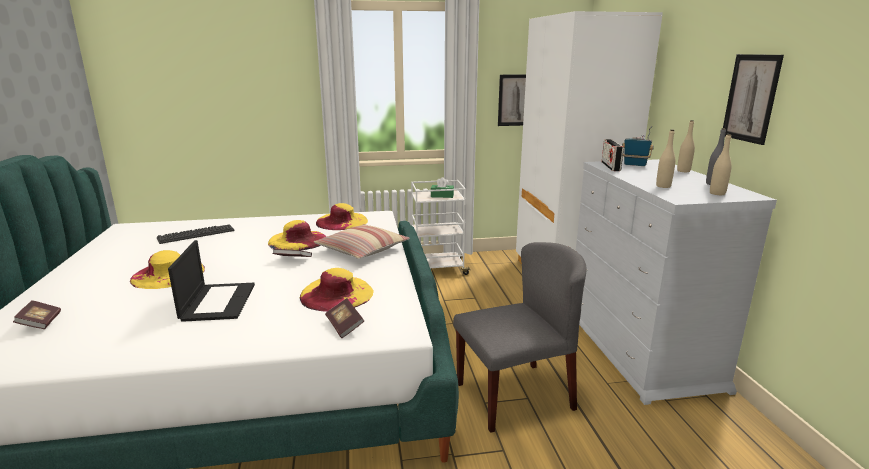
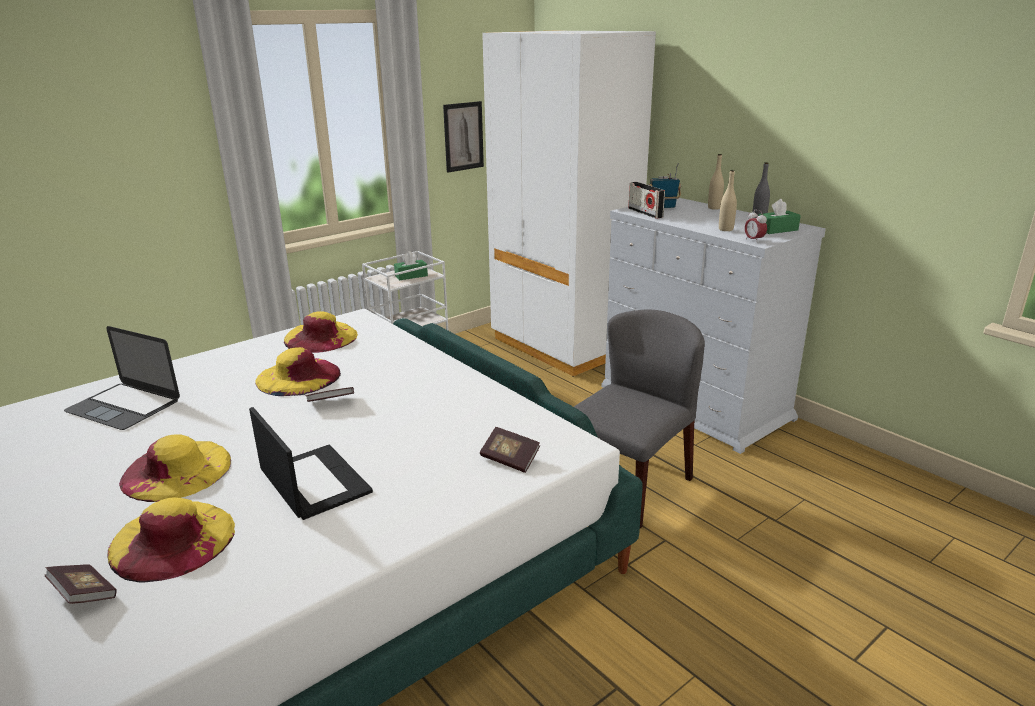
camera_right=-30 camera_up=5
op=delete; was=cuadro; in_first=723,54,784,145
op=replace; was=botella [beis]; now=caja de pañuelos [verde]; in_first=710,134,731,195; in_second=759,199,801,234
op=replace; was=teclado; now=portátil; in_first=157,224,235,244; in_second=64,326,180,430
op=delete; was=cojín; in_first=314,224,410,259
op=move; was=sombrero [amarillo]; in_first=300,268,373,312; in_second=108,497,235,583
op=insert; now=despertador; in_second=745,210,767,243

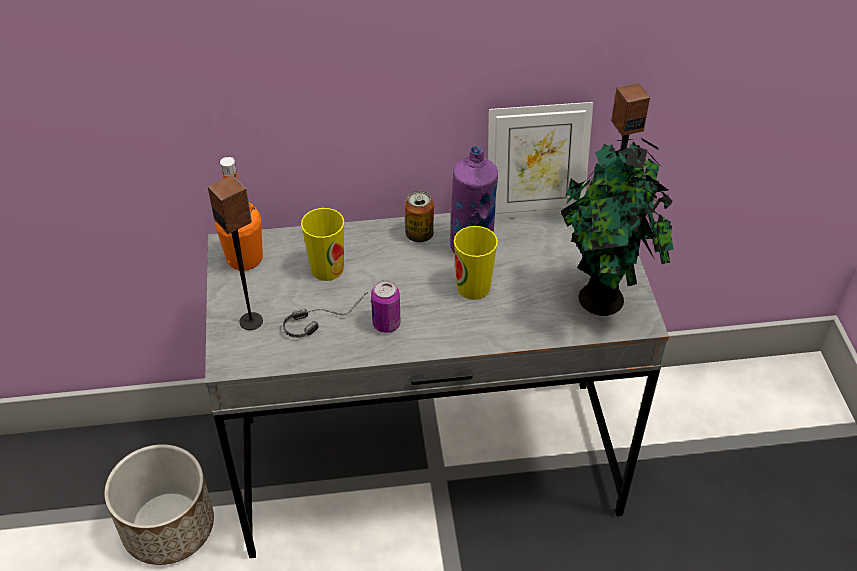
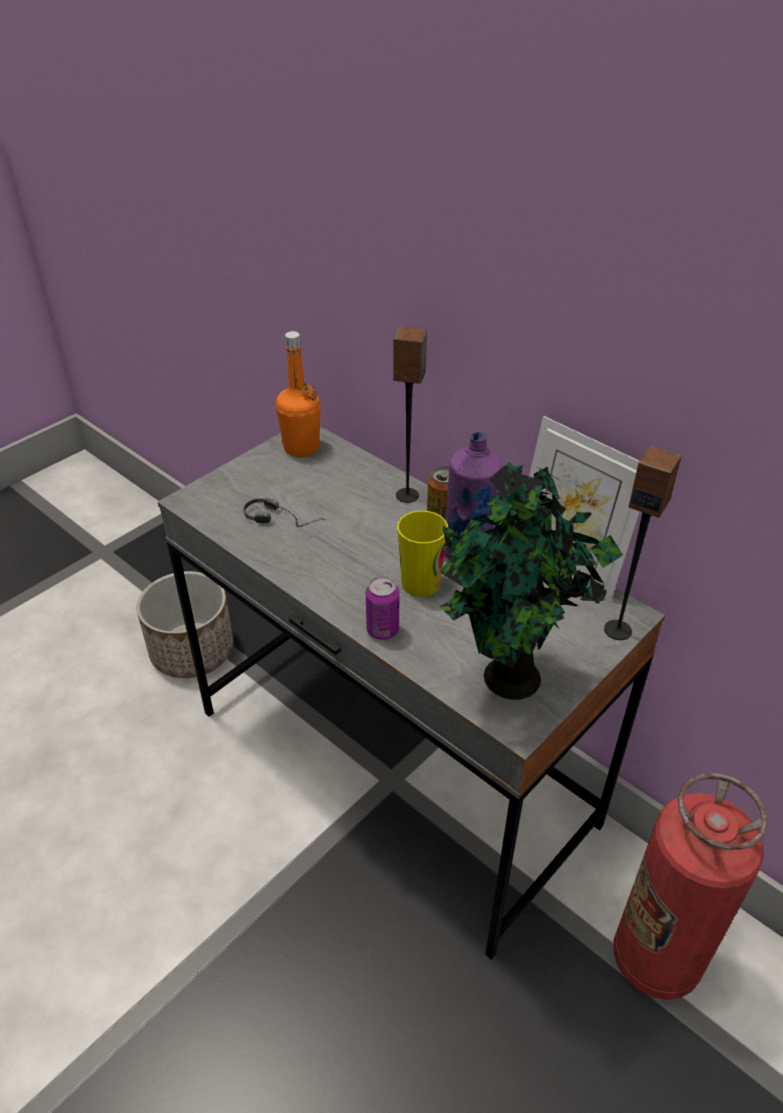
camera_right=50 camera_up=-5
op=move; was=altavoz; in_first=208,175,263,330; in_second=393,327,427,503
op=delete; was=taza; in_first=301,208,344,281
op=move; was=lata; in_first=371,280,401,333; in_second=366,576,399,640
op=insert; now=extintor; in_second=614,773,768,1000

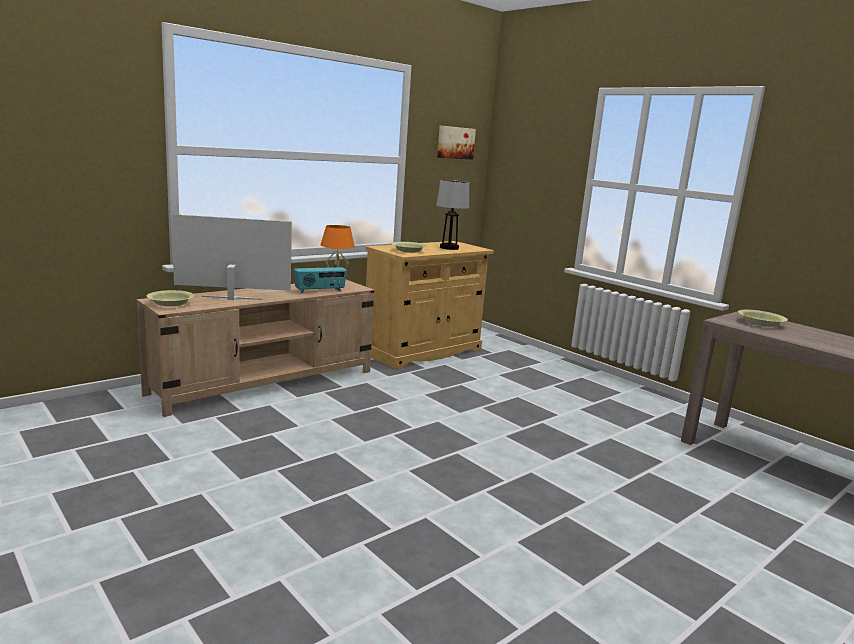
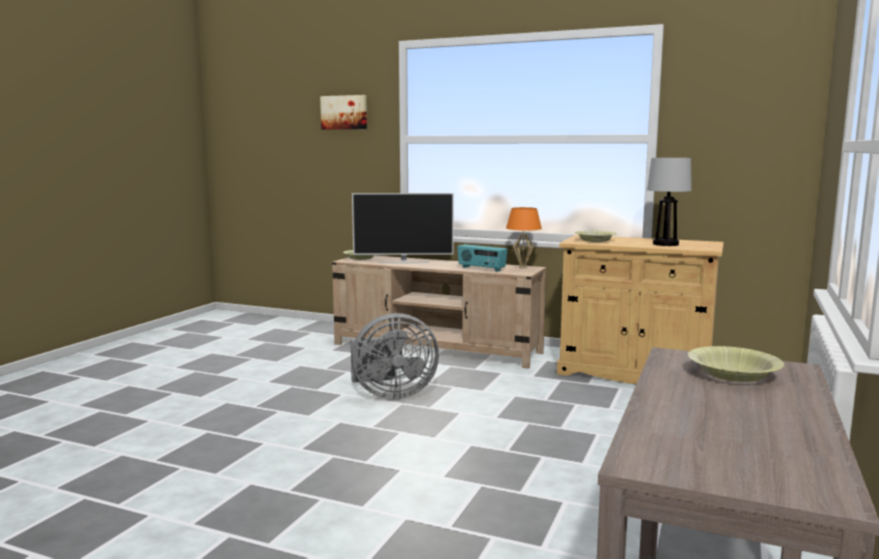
camera_right=65 camera_up=-5
op=move; was=cuadro; in_first=437,126,476,160; in_second=320,95,367,130
op=rotate; was=televisor; in_first=172,214,292,300; in_second=352,193,454,263; clockwise=120
op=insert; now=ventilador [gris]; in_second=351,313,439,400

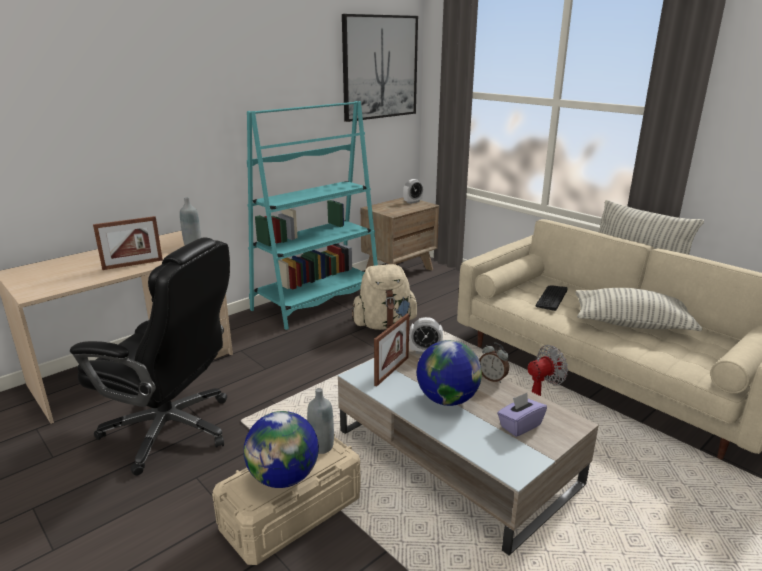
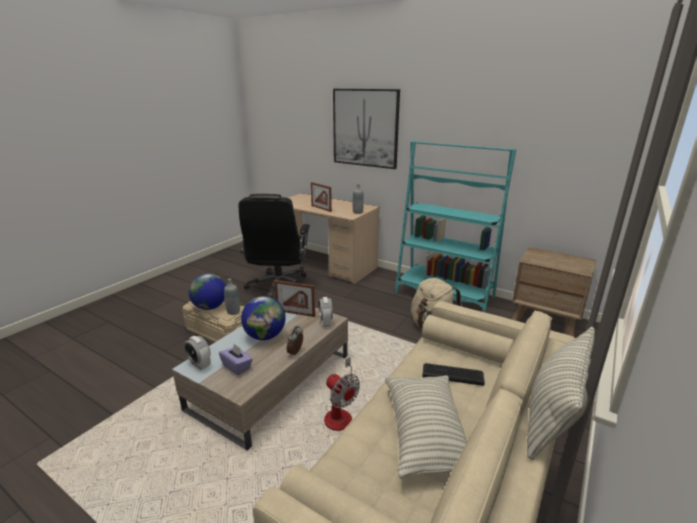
camera_right=75 camera_up=0
op=move; was=cuadro; in_first=342,14,418,122; in_second=333,89,400,169
op=move; was=despertador; in_first=403,179,423,204; in_second=184,336,211,370

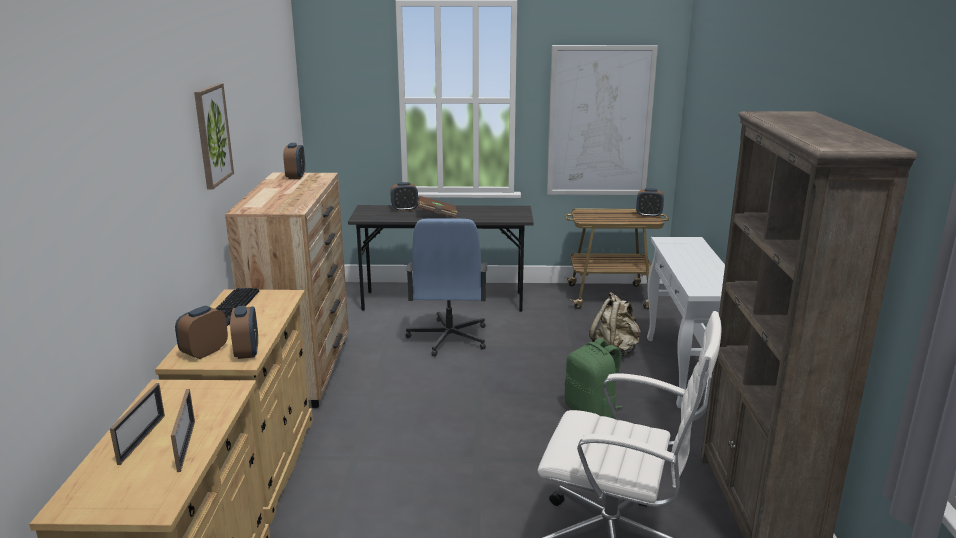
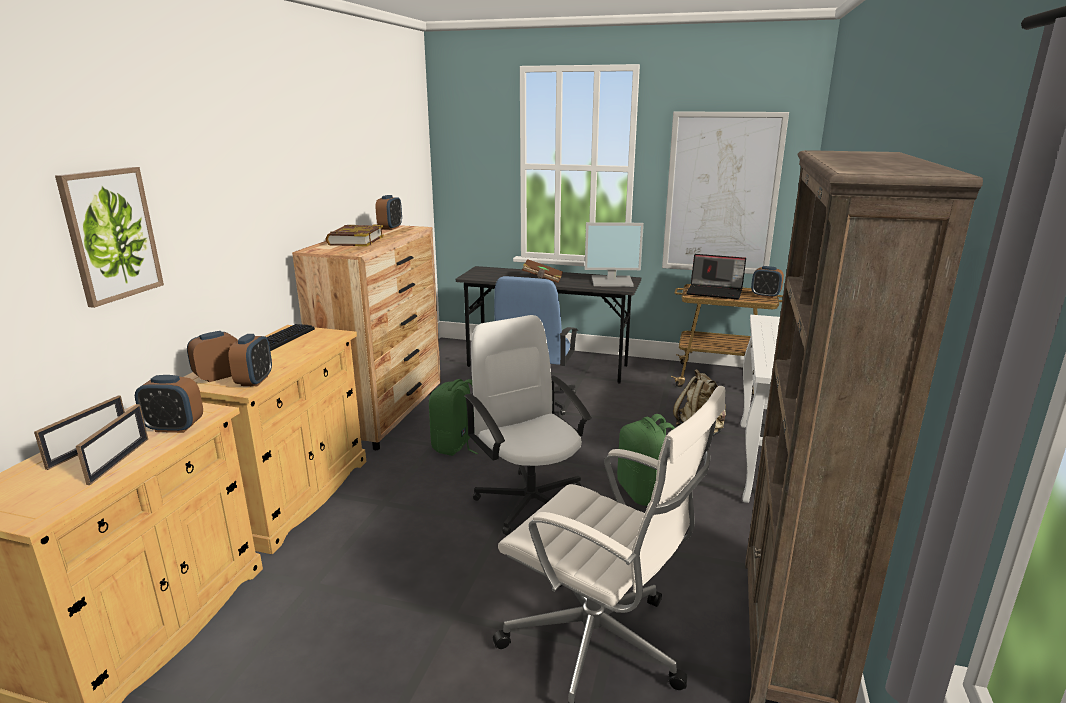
camera_right=15 camera_up=0
op=move; was=cuadro; in_first=194,83,234,190; in_second=55,167,164,308
op=move; was=despertador; in_first=390,182,418,212; in_second=135,375,203,433
op=insert; now=monitor; in_second=585,222,644,287
op=insert; now=libro; in_second=326,225,384,246
op=insert; now=portátil; in_second=686,254,746,299
op=insert; now=silla de oficina [blanco]; in_second=464,315,592,535
op=insert; now=mochila [verde]; in_second=429,379,478,456

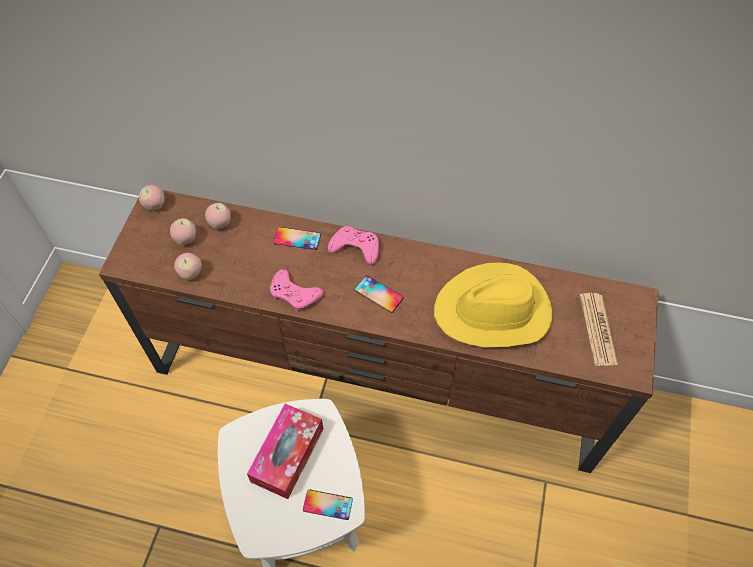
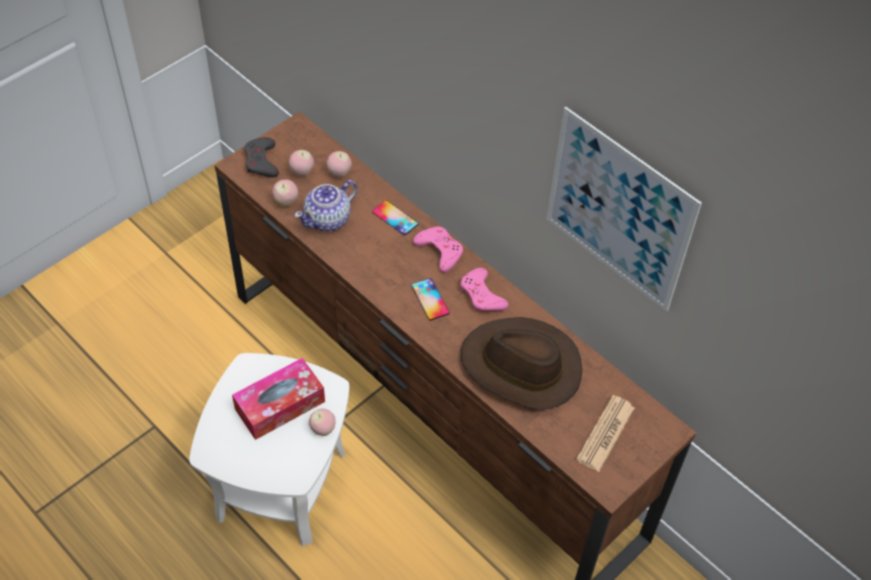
camera_right=30 camera_up=-5
op=move; was=manzana; in_first=139,185,165,211; in_second=309,409,336,436
op=recolor; was=sombrero [amarillo]; now=sombrero [marrón]; in_first=434,262,552,347; in_second=461,317,582,410
op=move; was=mando de consola [rosa]; in_first=270,269,324,312; in_second=461,268,508,311
op=delete; was=móvil; in_first=303,489,353,520
op=insert; now=cuadro; in_second=547,107,702,311
op=insert; now=mando de consola [gris]; in_second=244,137,279,177
op=insert; now=tetera; in_second=294,180,358,232

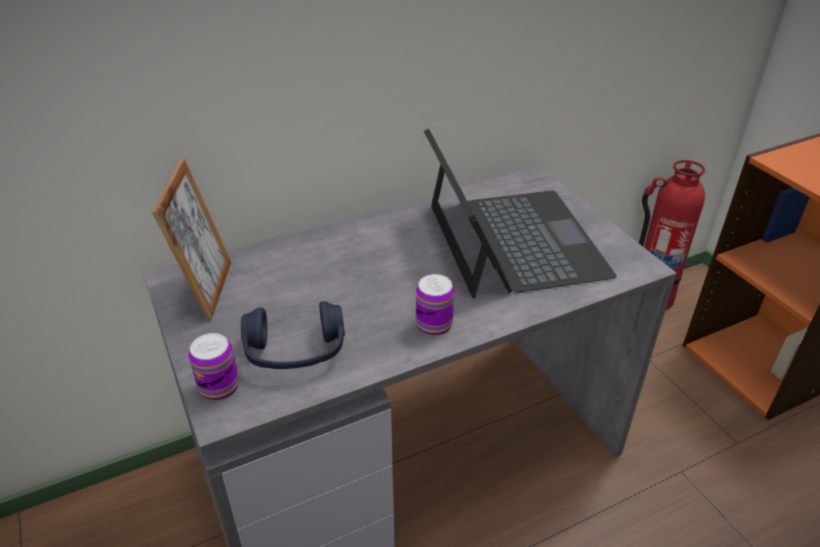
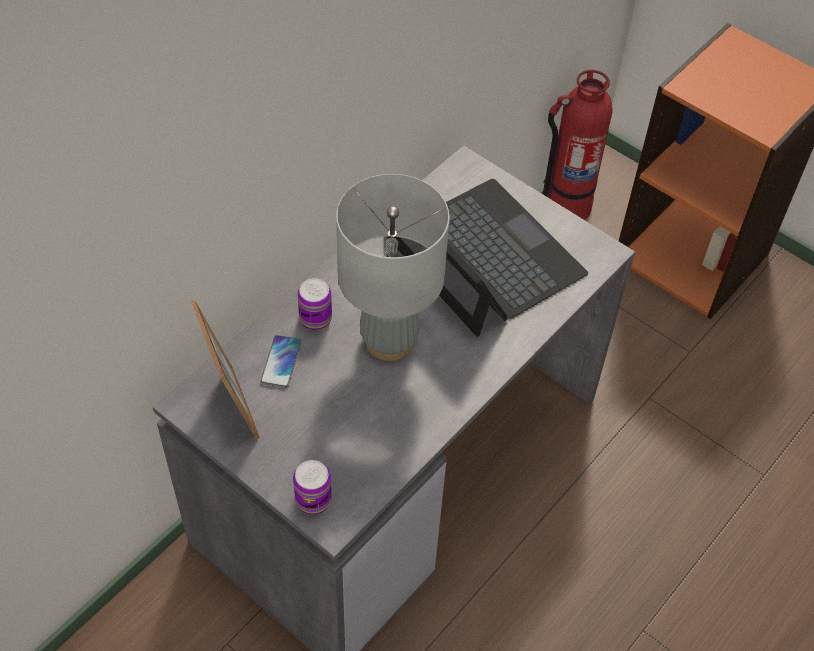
camera_right=-25 camera_up=15
op=move; was=lata; in_first=416,274,454,336; in_second=298,278,332,330
op=delete; was=auriculares [azul]; in_first=241,301,345,369
op=insert; now=lámpara de mesa [gris]; in_second=336,174,450,361
op=insert; now=móvil; in_second=260,335,302,388

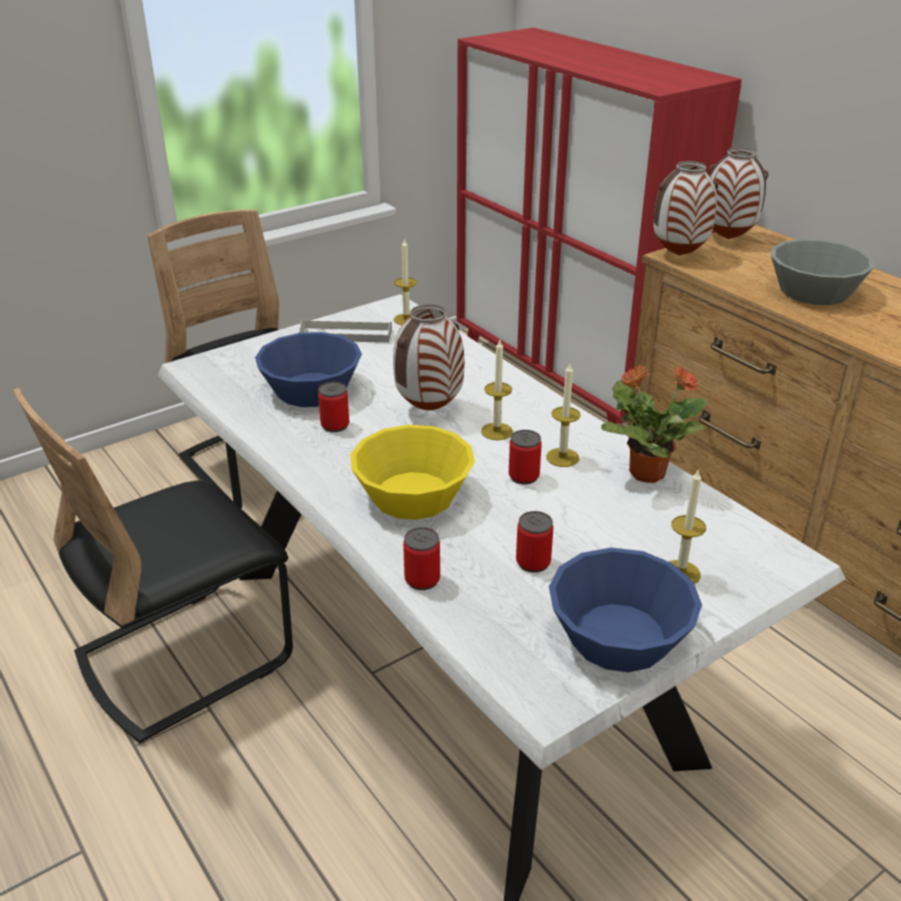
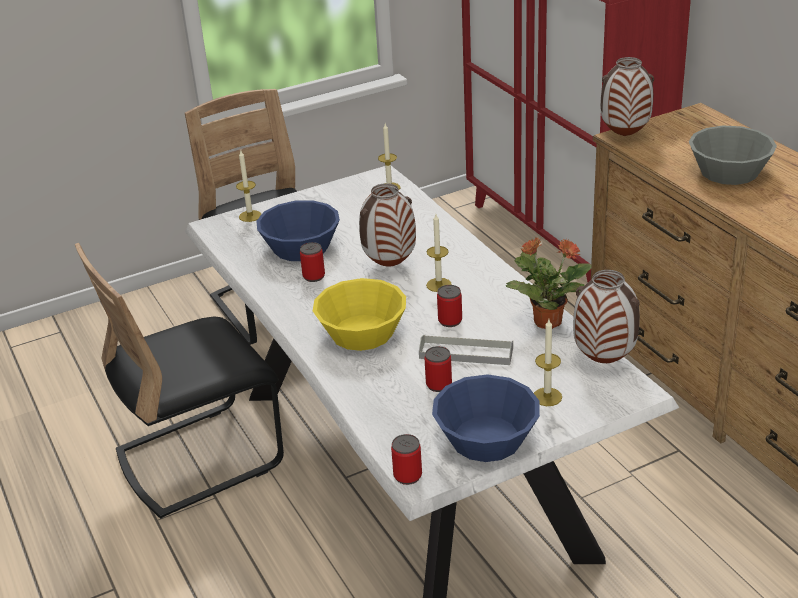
camera_right=10 camera_up=0
op=move; was=florero; in_first=709,147,768,239; in_second=573,270,640,363
op=move; was=bandeja [gris]; in_first=299,320,392,343; in_second=419,335,513,365
op=move; was=vela; in_first=546,364,581,467; in_second=236,151,261,222
op=move; was=lata; in_first=403,527,440,590; in_second=391,434,422,485

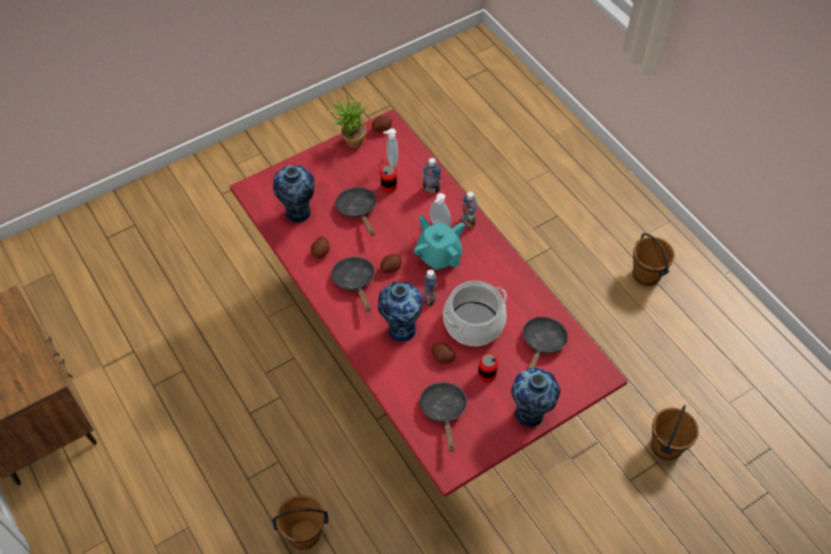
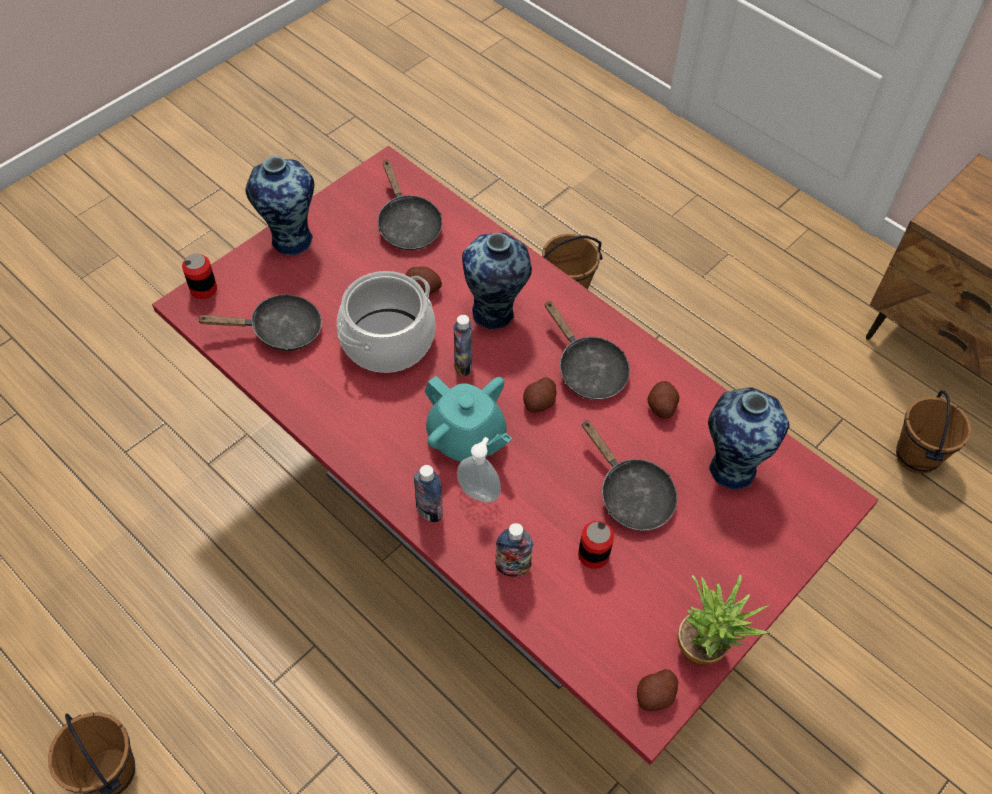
camera_right=165 camera_up=0
op=delete; was=dispensador de jabón; in_first=383,128,398,167
op=rotate; was=sartén [negro]; in_first=523,317,568,369; in_second=196,293,322,351; clockwise=-105
op=move; was=lata; in_first=478,354,498,382; in_second=182,254,217,299
op=move; was=cubo [marrón]; in_first=651,405,699,461; in_second=896,390,972,474

